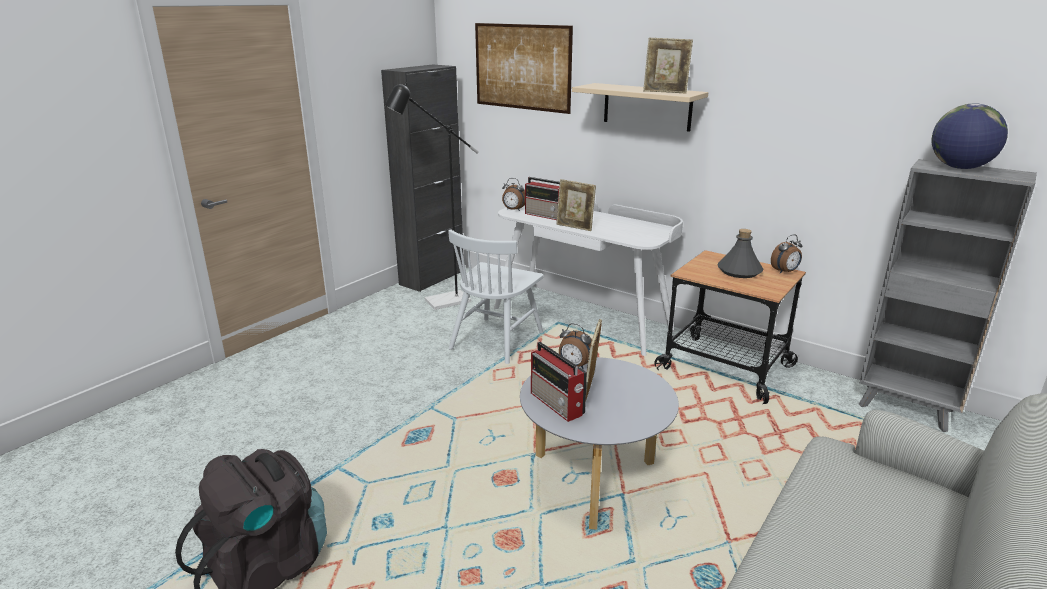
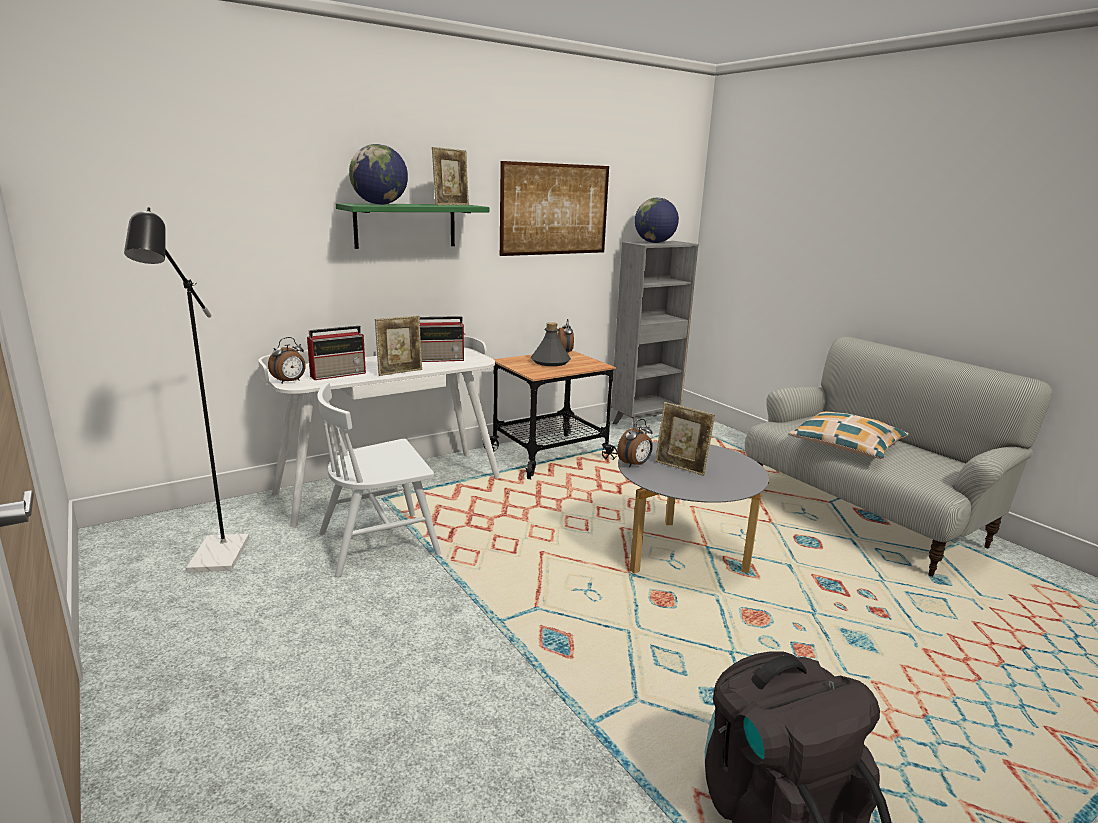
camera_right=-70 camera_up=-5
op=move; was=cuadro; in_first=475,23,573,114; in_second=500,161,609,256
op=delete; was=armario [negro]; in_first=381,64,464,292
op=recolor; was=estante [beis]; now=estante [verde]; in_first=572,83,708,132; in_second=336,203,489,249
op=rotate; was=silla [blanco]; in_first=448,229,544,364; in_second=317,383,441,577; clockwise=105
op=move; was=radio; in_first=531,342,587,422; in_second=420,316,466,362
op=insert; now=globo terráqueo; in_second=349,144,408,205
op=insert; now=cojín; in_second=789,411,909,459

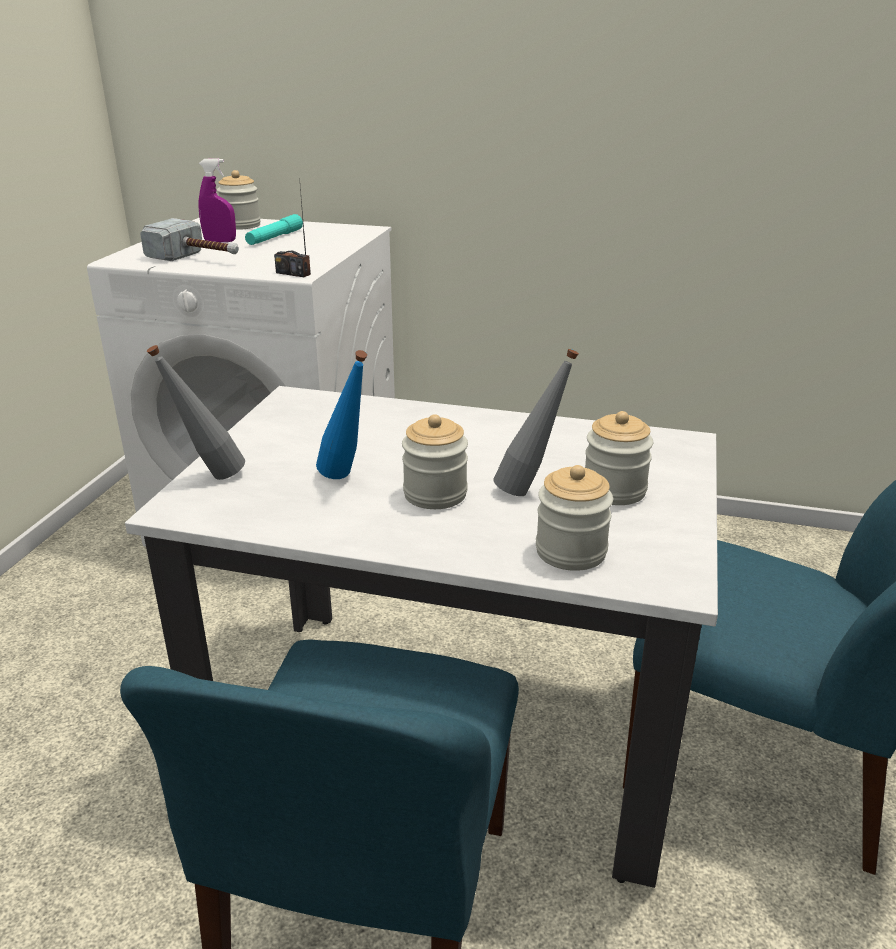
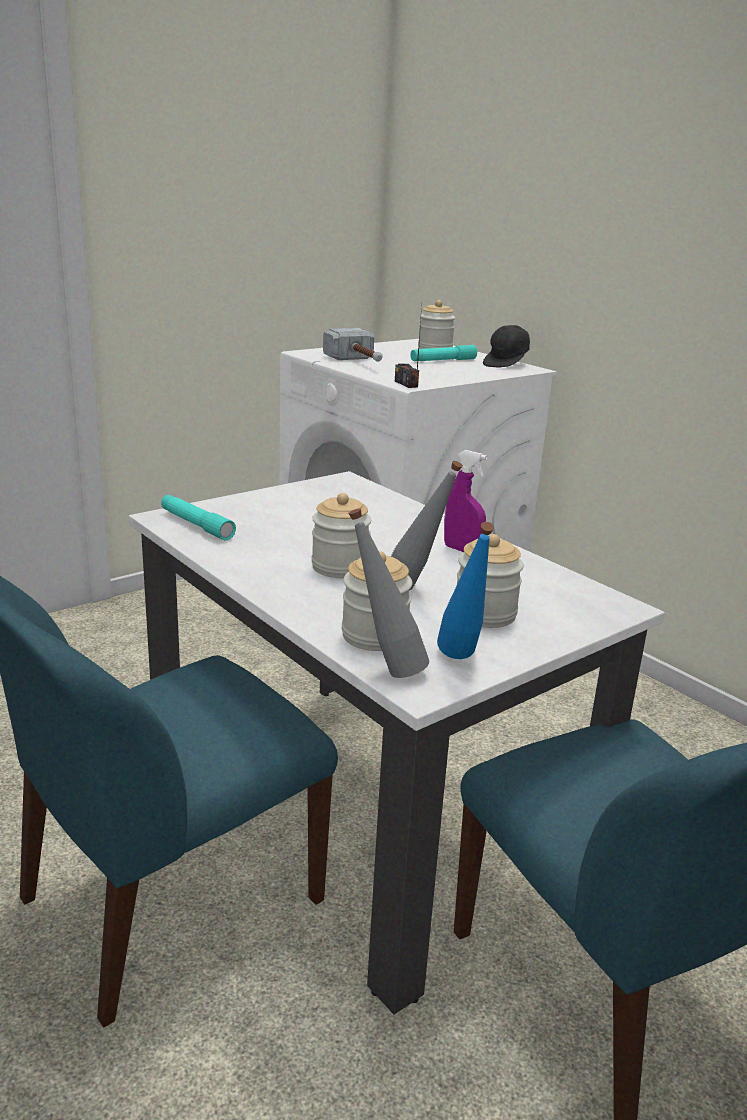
camera_right=35 camera_up=-5
op=move; was=pulverizador [morado]; in_first=198,158,236,242; in_second=444,450,488,552
op=move; was=botella [gris]; in_first=147,345,245,480; in_second=348,509,429,678
op=move; was=botella [azul]; in_first=316,350,367,479; in_second=437,522,494,659
op=insert; now=gorra [negro]; in_second=483,325,530,367
op=insert; now=linterna [turquesa]; in_second=161,495,236,541

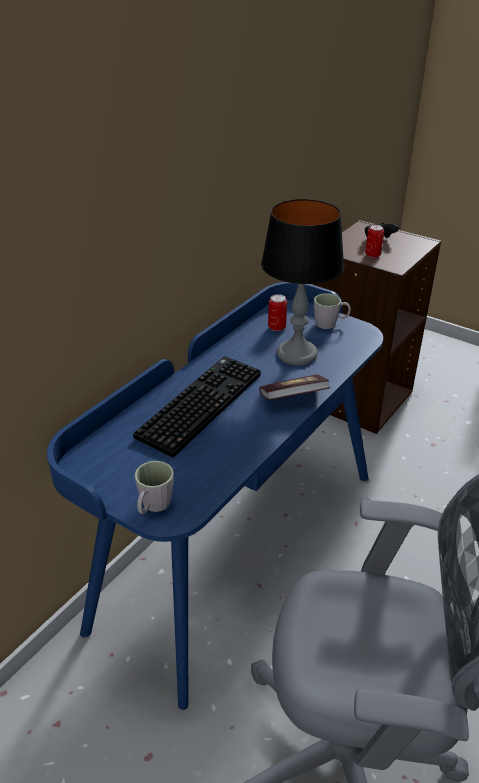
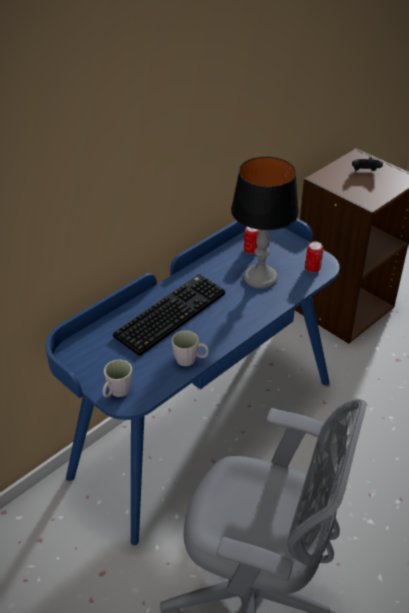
camera_right=10 camera_up=5
op=move; was=lata; in_first=365,225,384,258; in_second=305,242,323,273
op=move; was=taza grande [gris]; in_first=314,293,351,329; in_second=172,330,209,366
op=delete; was=libro; in_first=259,374,331,400

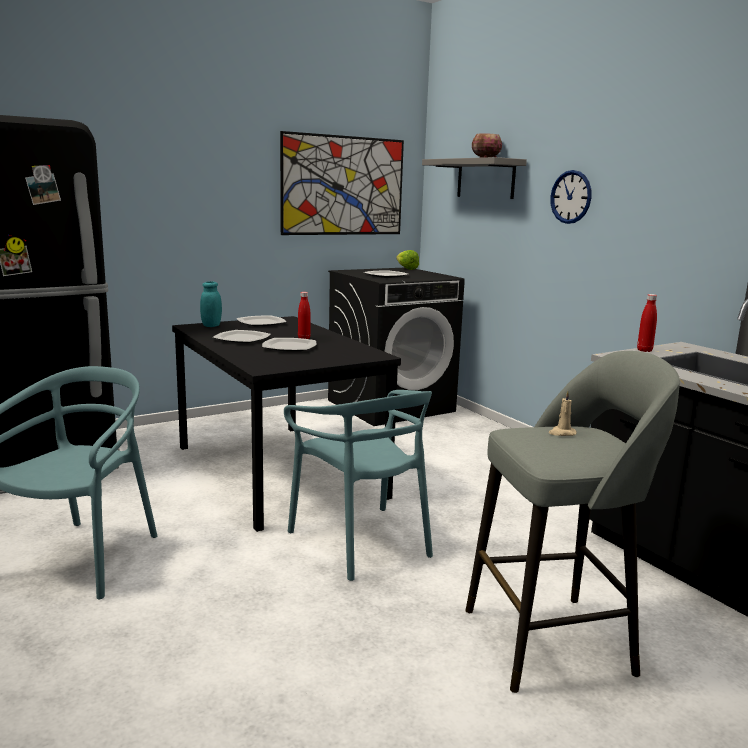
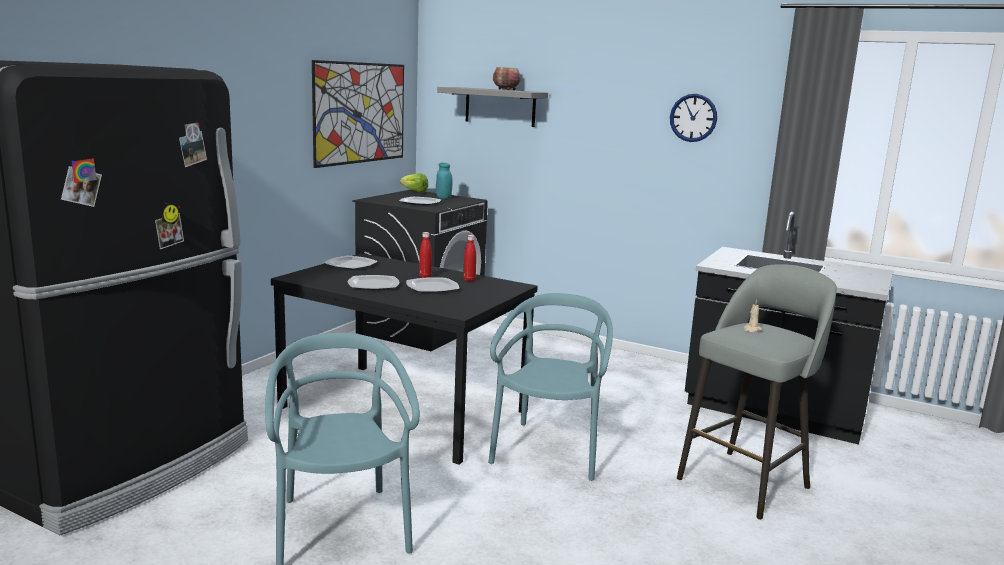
camera_right=-30 camera_up=0
op=move; was=reloj de pared; in_first=550,170,591,224; in_second=670,94,717,142
op=move; was=tarro [turquesa]; in_first=200,281,222,327; in_second=436,163,453,199
op=move; was=botella [rojo]; in_first=637,294,657,352; in_second=463,235,476,282
op=rotate; was=silla [turquesa]; in_first=284,390,433,581; in_second=488,293,613,481; clockwise=-105

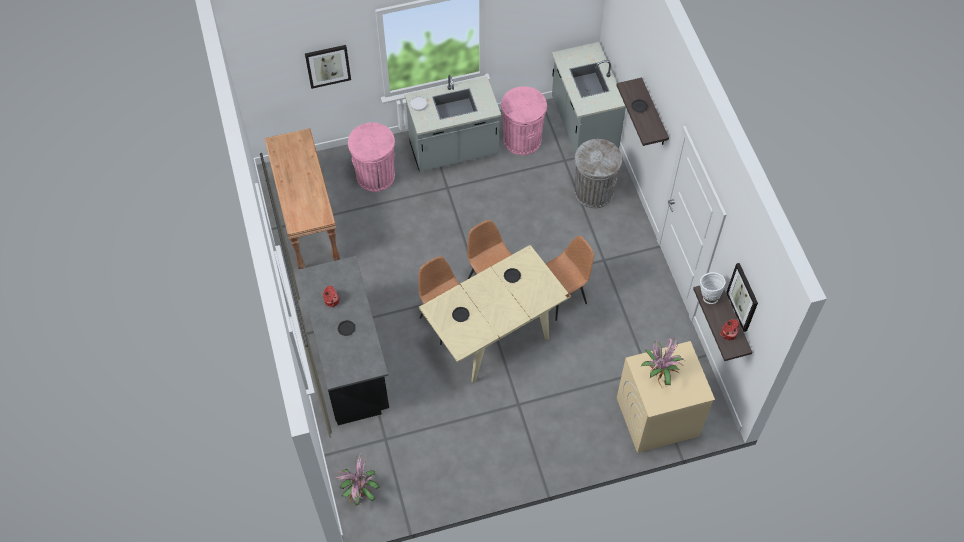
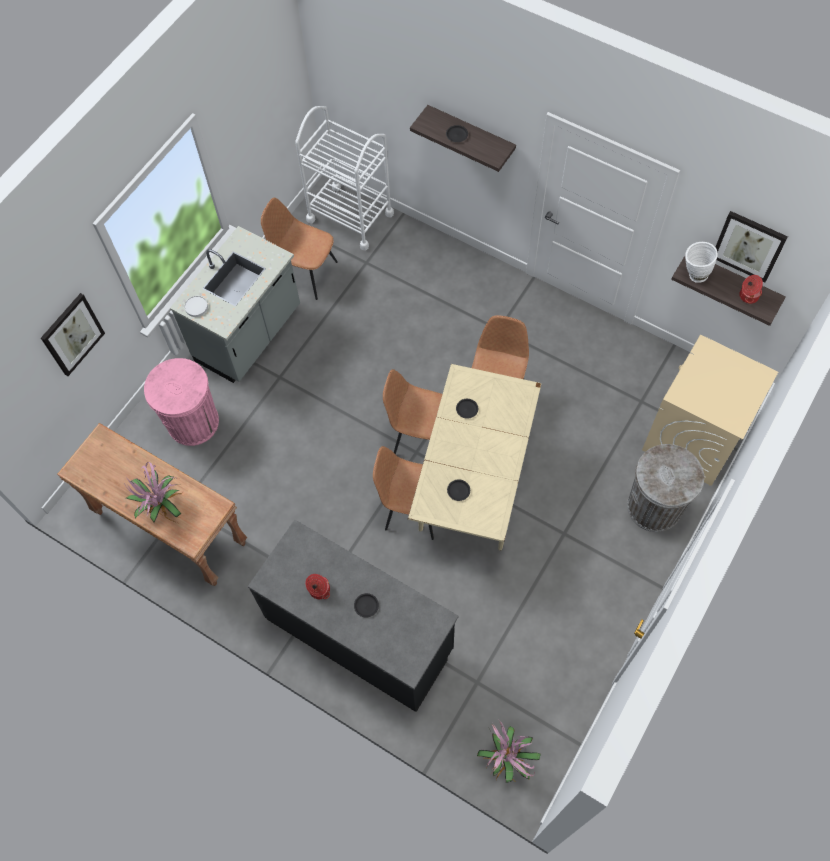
camera_right=-40 camera_up=5
op=replace; was=mueble bajo de cocina [gris]; now=carrito [blanco]; in_first=552,42,626,154; in_second=295,106,394,251
op=replace; was=papelera [rosa]; now=silla [marrón]; in_first=501,86,547,155; in_second=261,198,338,300
op=move; was=papelera [gris]; in_first=575,139,622,208; in_second=627,444,704,532
op=move; was=planta en maceta; in_first=641,338,686,387; in_second=124,462,183,523

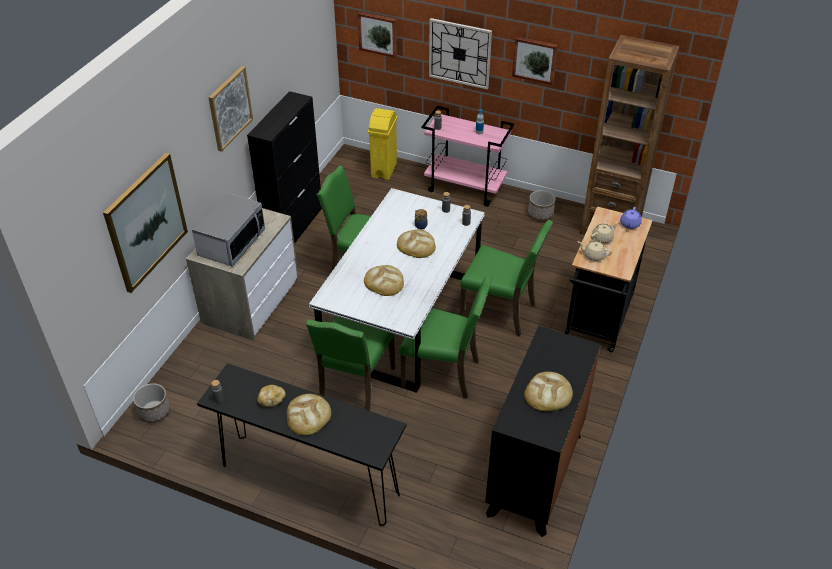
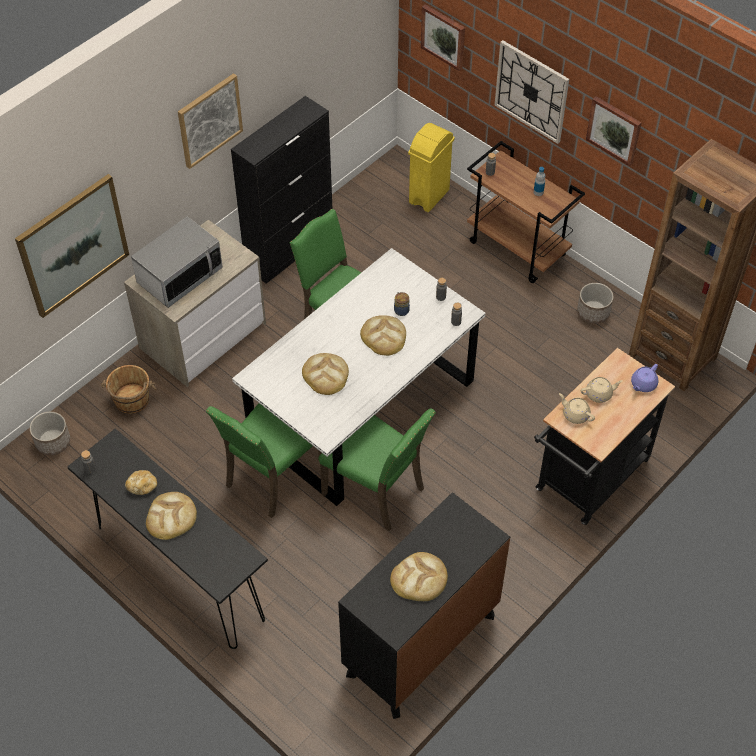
camera_right=20 camera_up=10
op=recolor; was=carrito [rosa]; now=carrito [marrón]; in_first=422,106,514,207; in_second=467,141,585,283
op=delete; was=silla [verde]; in_first=460,220,553,336
op=insert; now=cubo [marrón]; in_second=101,365,156,414

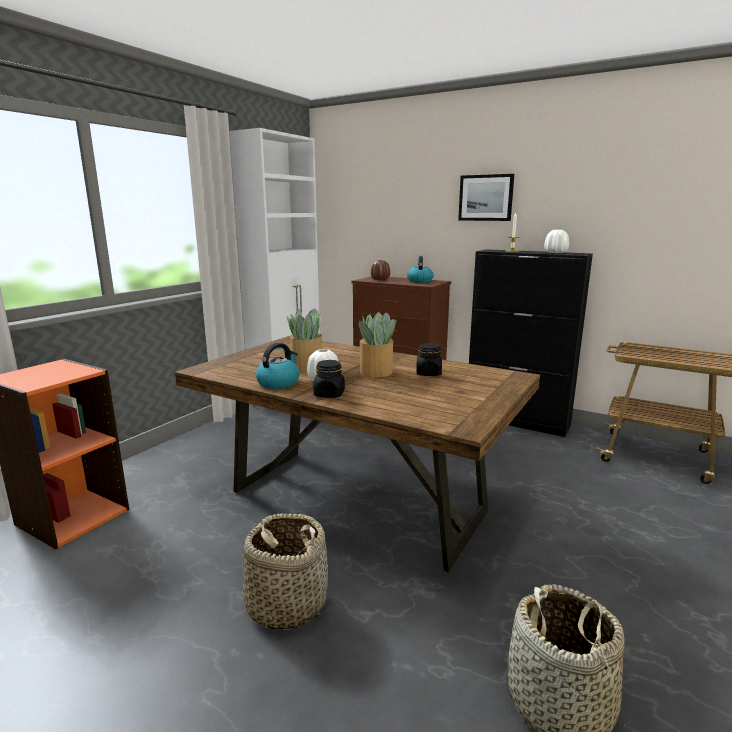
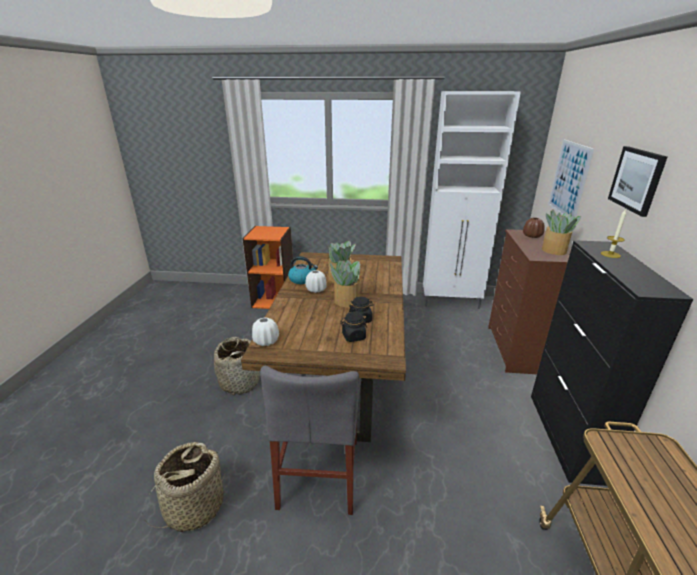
camera_right=65 camera_up=10
op=move; was=florero [blanco]; in_first=544,230,569,253; in_second=252,317,279,346
op=replace; was=hervidor; now=planta en maceta; in_first=407,256,434,283; in_second=542,209,581,255
op=move; was=tarro [negro]; in_first=313,360,345,398; in_second=340,312,367,342
op=insert; now=cuadro; in_second=548,139,594,219
op=insert; now=silla [gris]; in_second=260,366,361,515

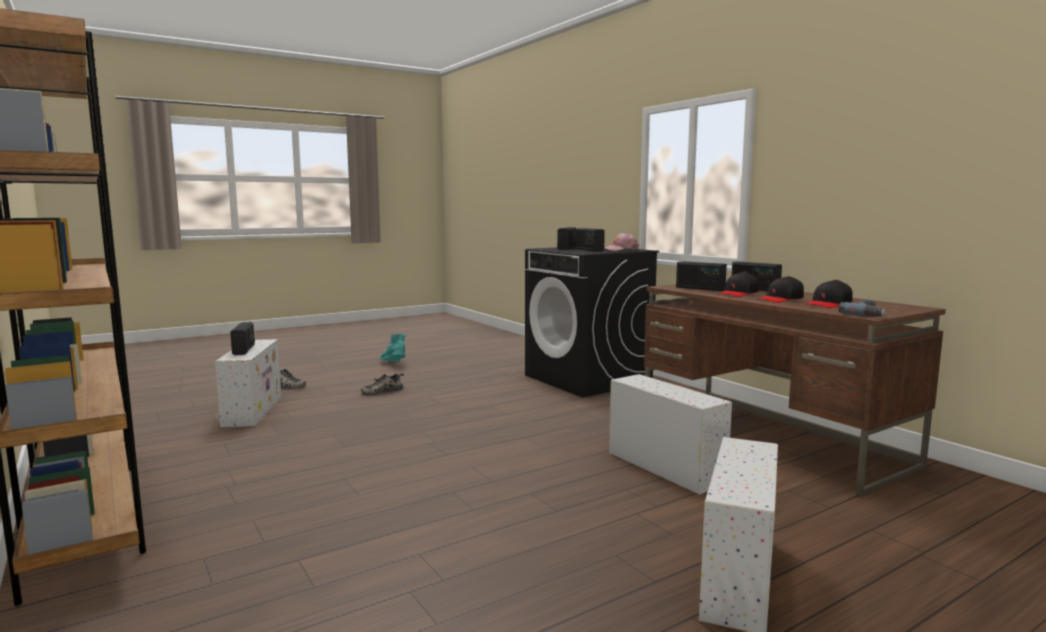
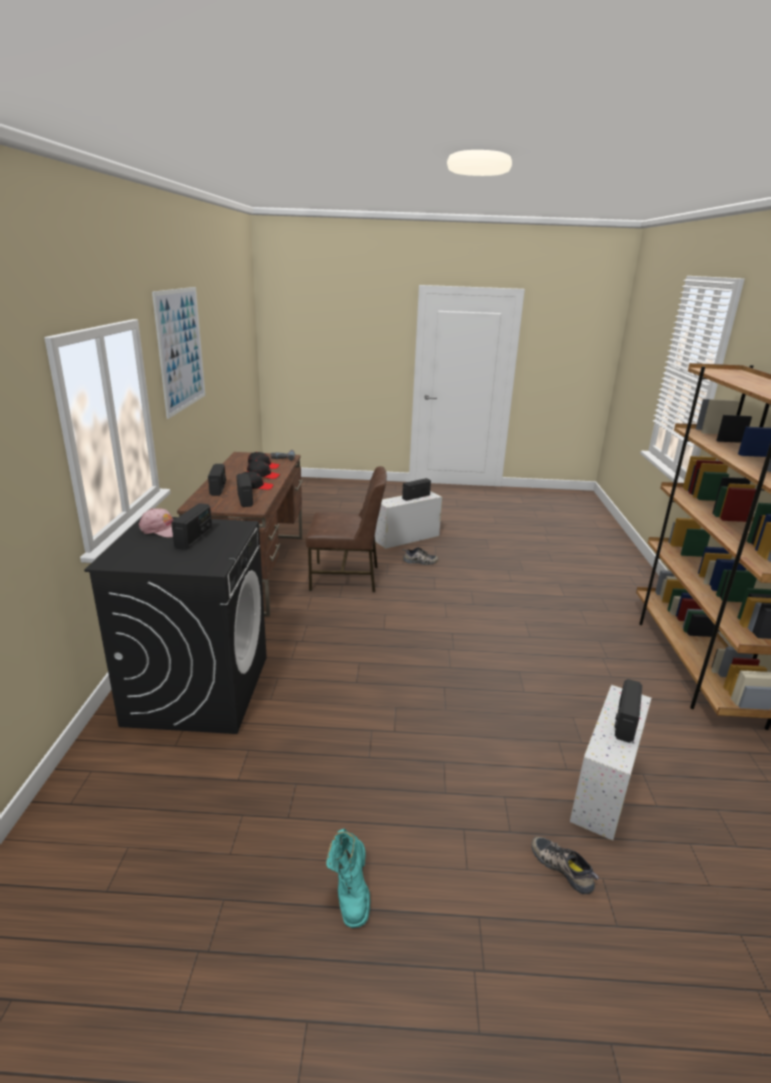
camera_right=-145 camera_up=15
op=move; was=radio; in_first=557,227,577,250; in_second=402,478,431,501
op=move; was=zapato; in_first=361,373,404,395; in_second=402,547,438,565
op=replace; was=caja de almacenaje [blanco]; now=silla [marrón]; in_first=609,374,732,495; in_second=305,466,387,592
op=insert; now=cuadro; in_second=152,287,205,419

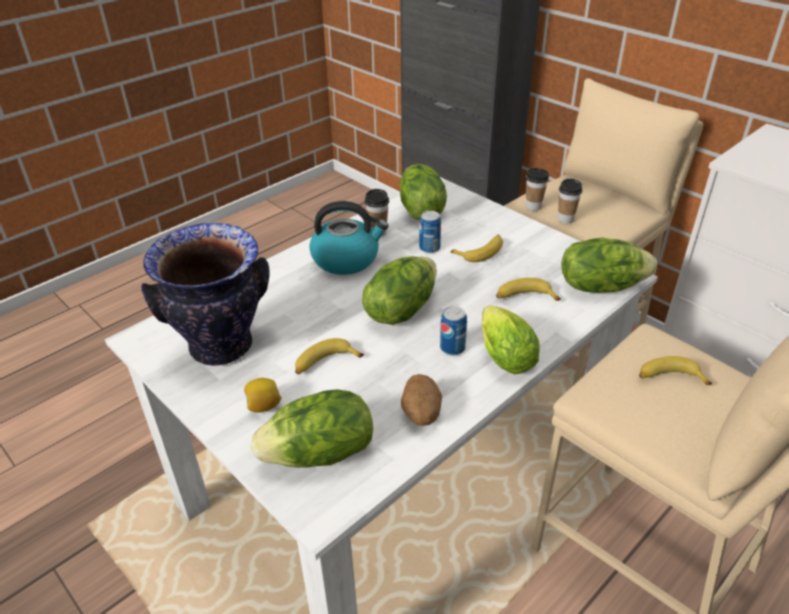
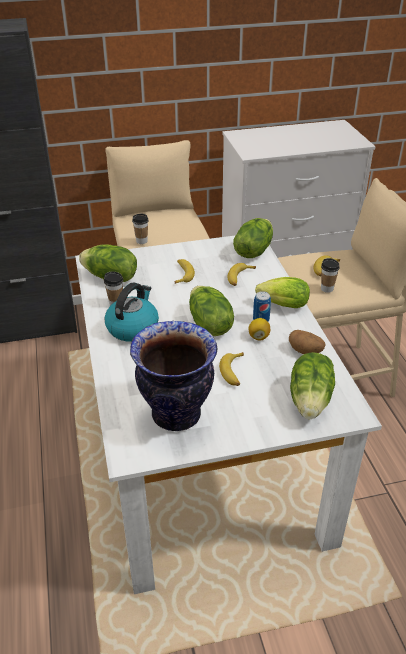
camera_right=-60 camera_up=0
op=move; was=taza; in_first=558,179,582,223; in_second=321,258,340,293
op=delete; was=lata; in_first=419,211,441,253
op=move; was=limón; in_first=244,378,282,413; in_second=248,318,270,340

